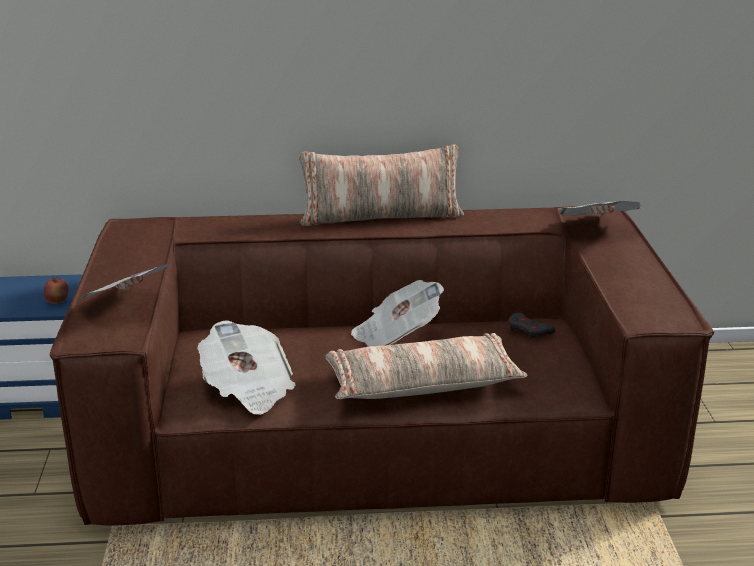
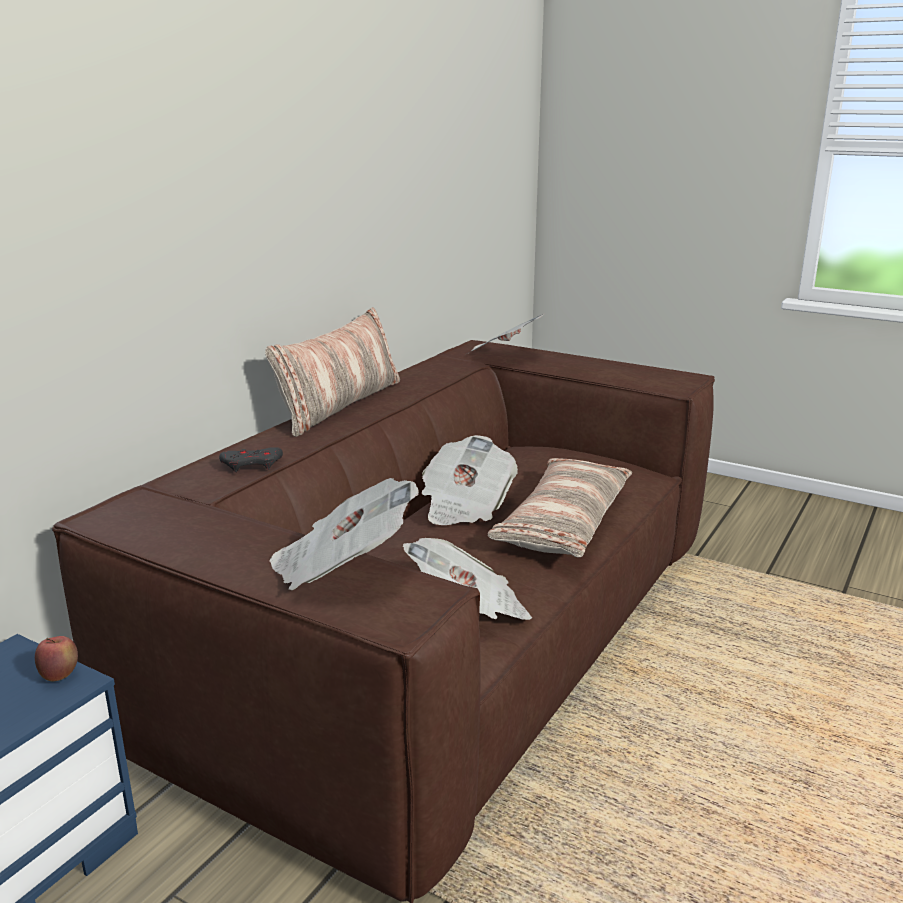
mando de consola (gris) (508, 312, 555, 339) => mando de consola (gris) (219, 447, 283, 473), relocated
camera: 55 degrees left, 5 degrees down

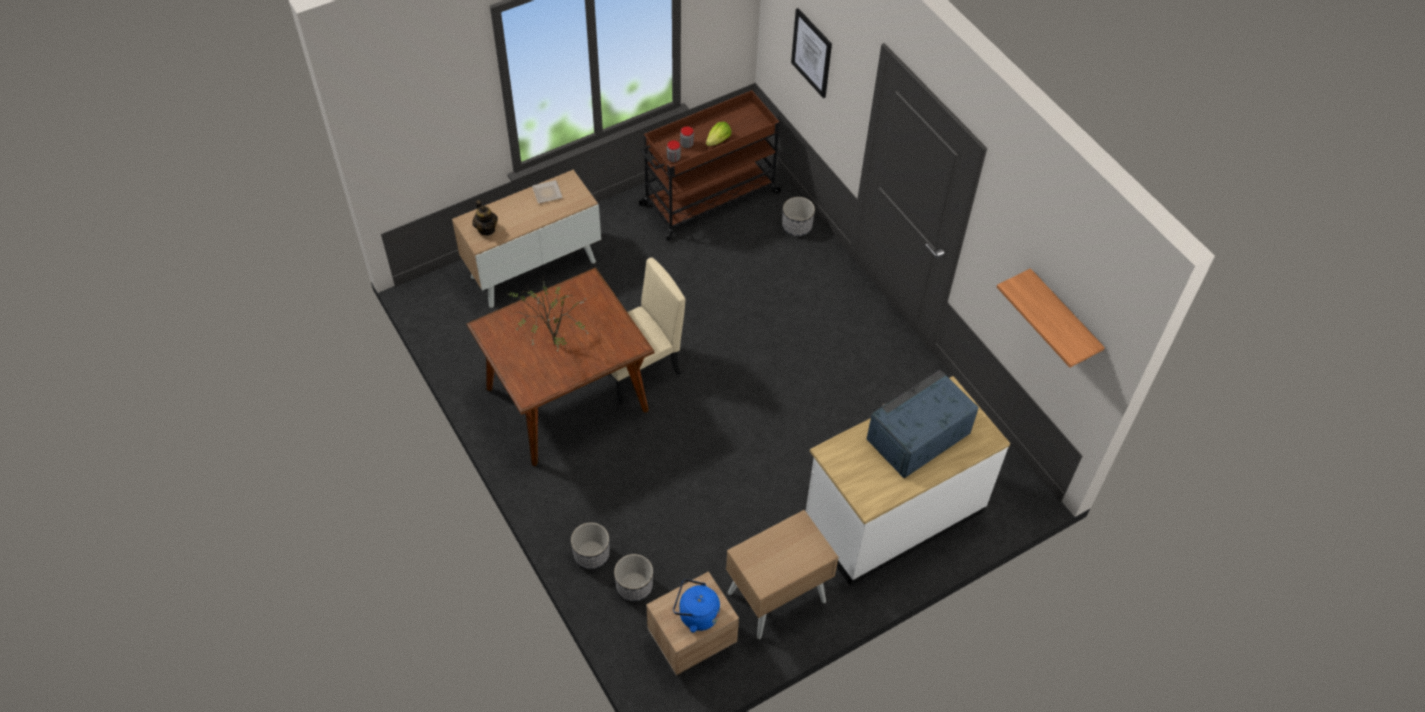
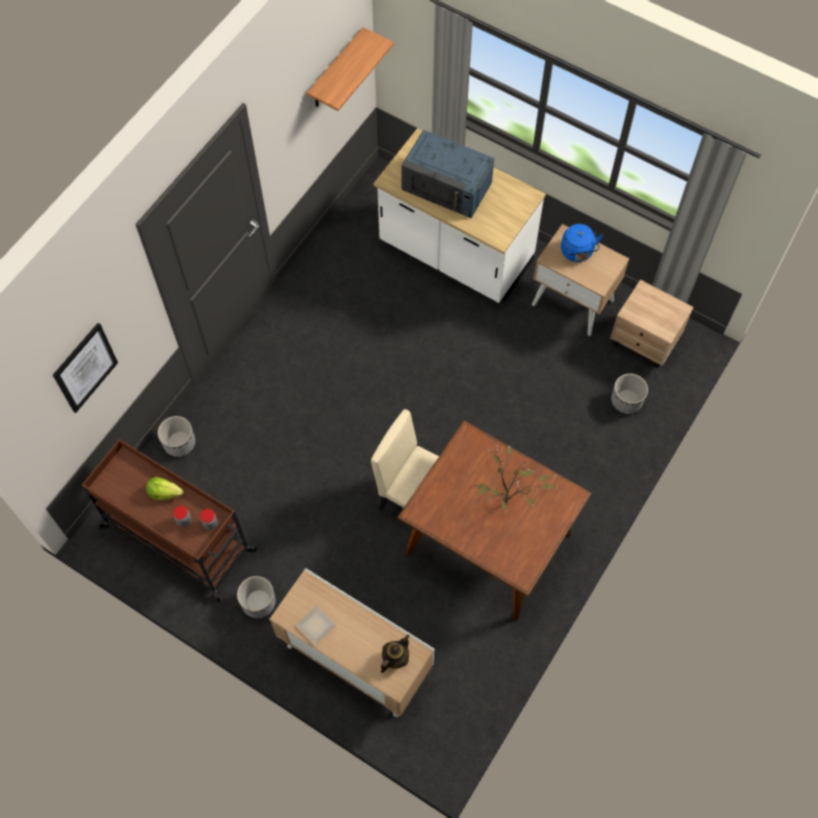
maceta (571, 522, 610, 569) => maceta (237, 576, 276, 619), relocated
hervidor (azul) (673, 579, 720, 632) => hervidor (azul) (561, 224, 603, 262), relocated
camera: 115 degrees left, 10 degrees up

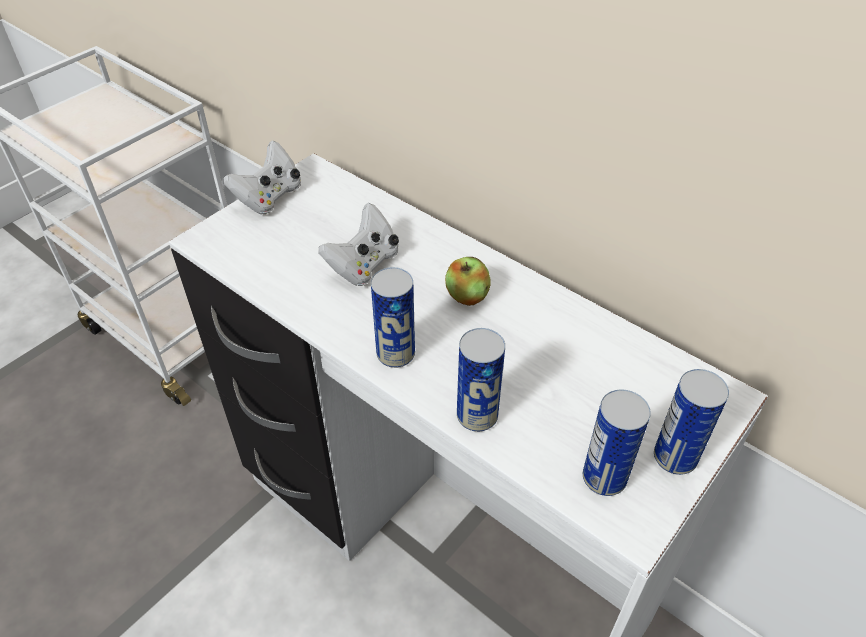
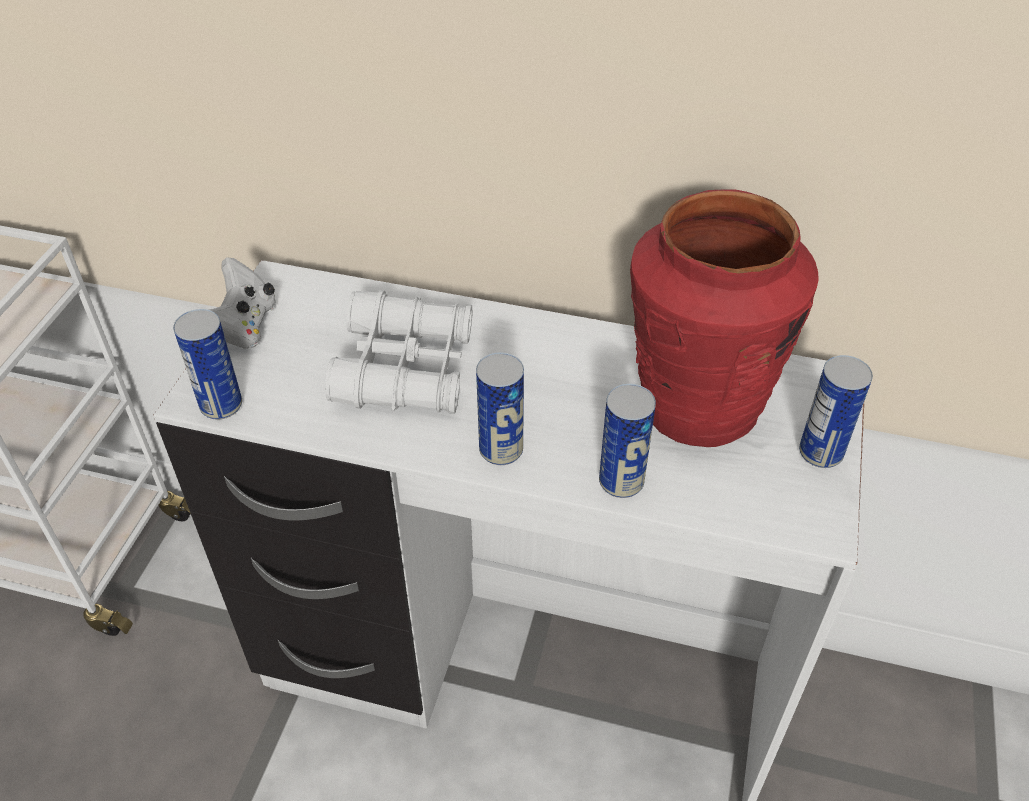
mando de consola (blanco) (319, 203, 399, 286) => prismáticos (blanco) (325, 290, 472, 414)
manzana (445, 257, 491, 306) => nothing
lata (583, 390, 651, 496) => lata (173, 309, 242, 420), relocated
nothing => florero (rojo) (630, 190, 819, 447)
camera: 25 degrees left, 0 degrees up

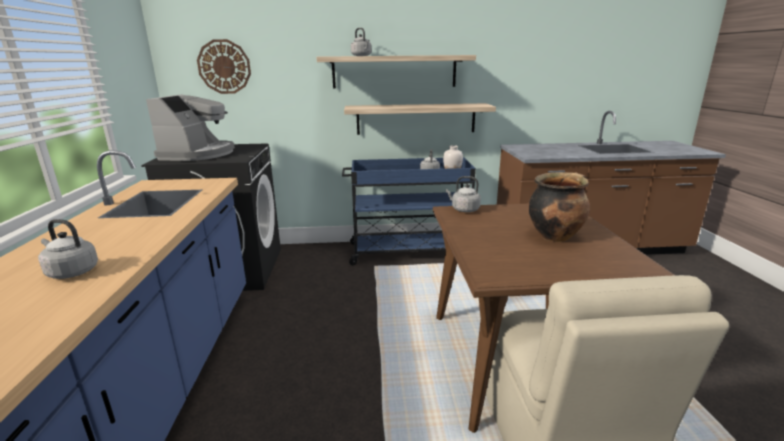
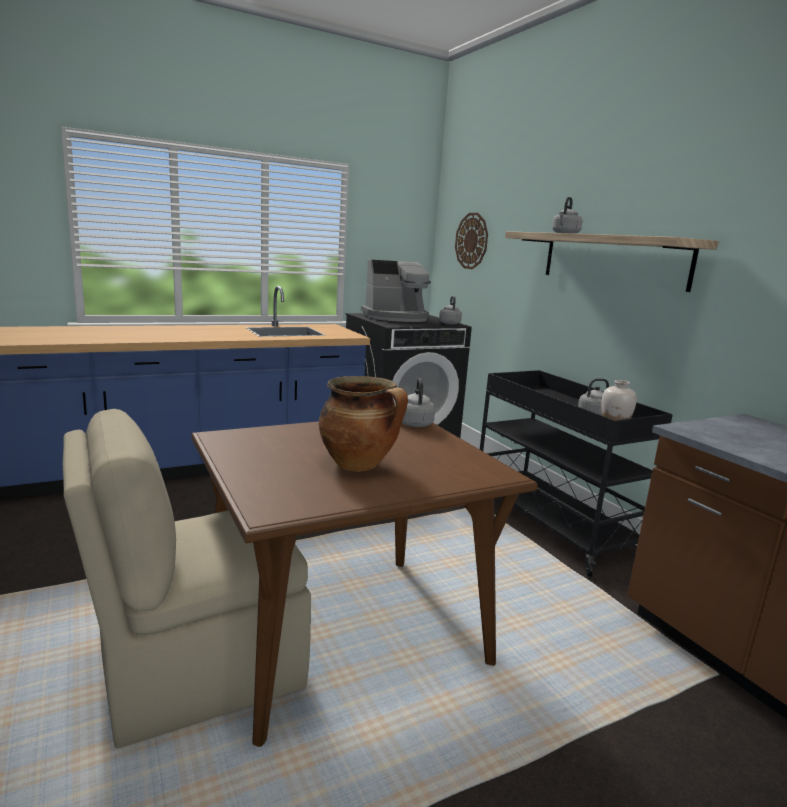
estante (344, 103, 496, 135) => nothing
carrito (azul) (342, 157, 476, 265) => carrito (negro) (480, 370, 673, 577)
hervidor (gris) (38, 219, 98, 279) => hervidor (gris) (439, 296, 462, 325), relocated
camera: 65 degrees right, 5 degrees down

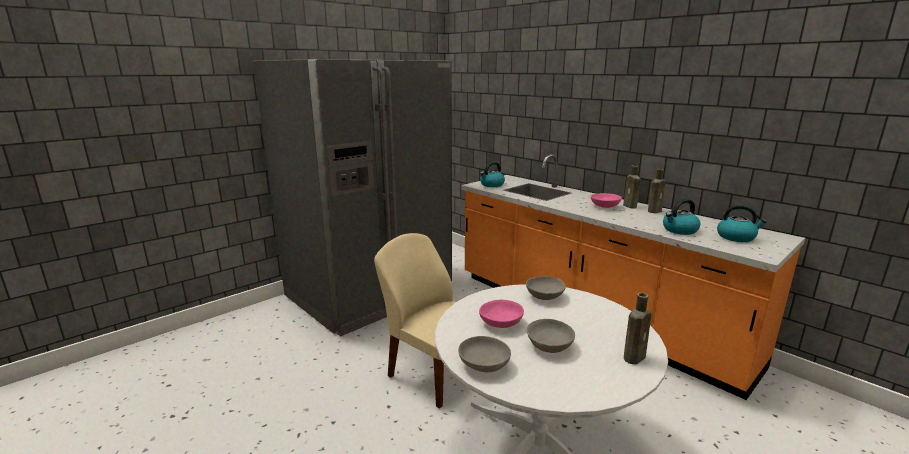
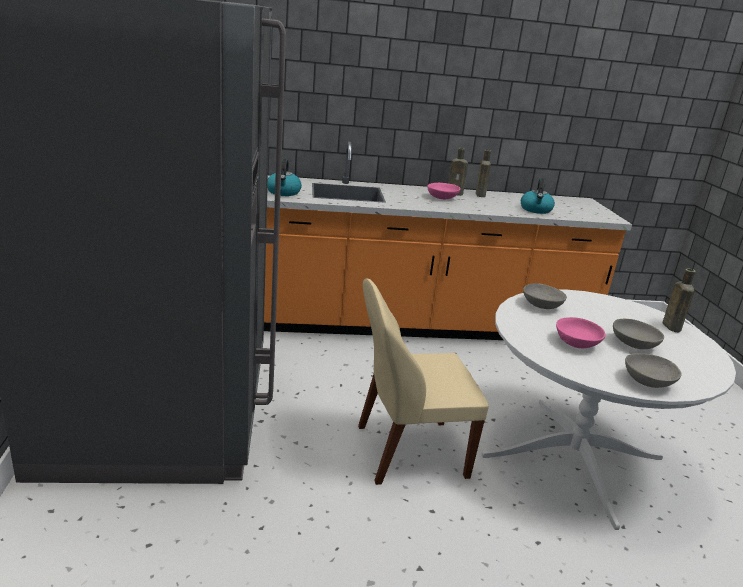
hervidor (717, 205, 767, 242) => nothing
camera: 55 degrees left, 5 degrees up

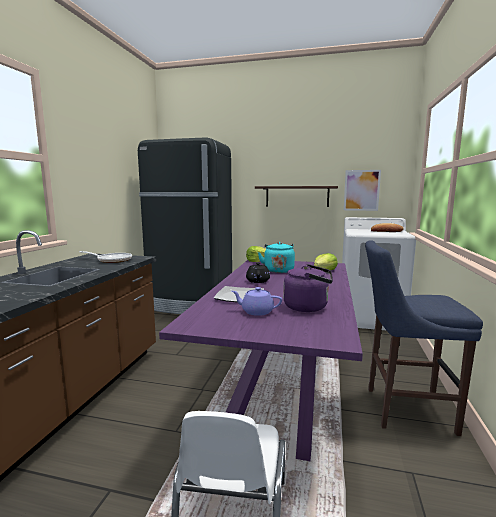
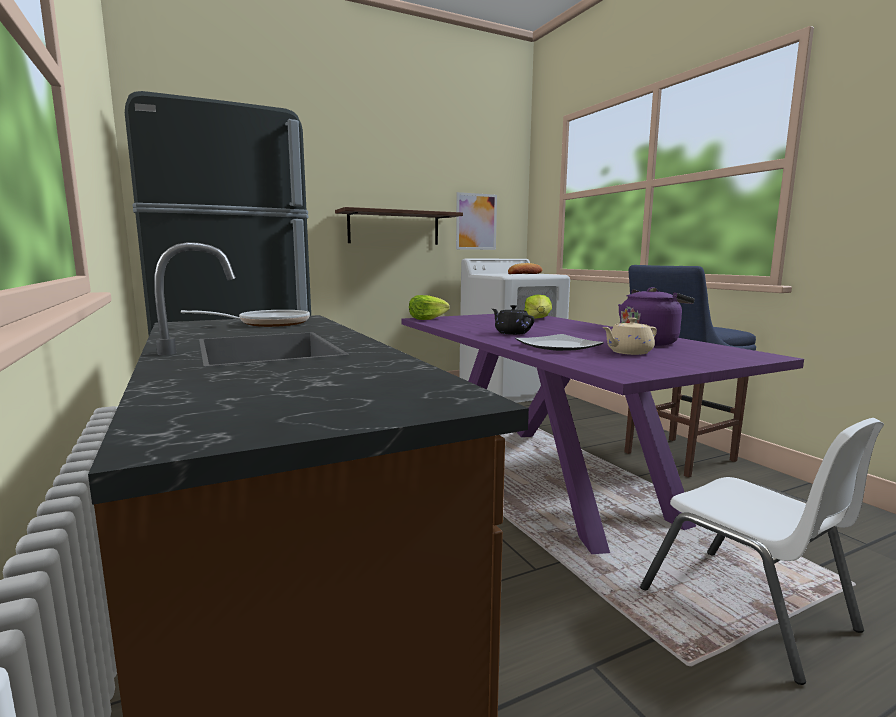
hervidor (turquesa) (258, 242, 295, 273) => nothing
tetera (morado) (232, 287, 282, 316) => tetera (beis) (602, 317, 657, 355)
camera: 40 degrees left, 0 degrees up

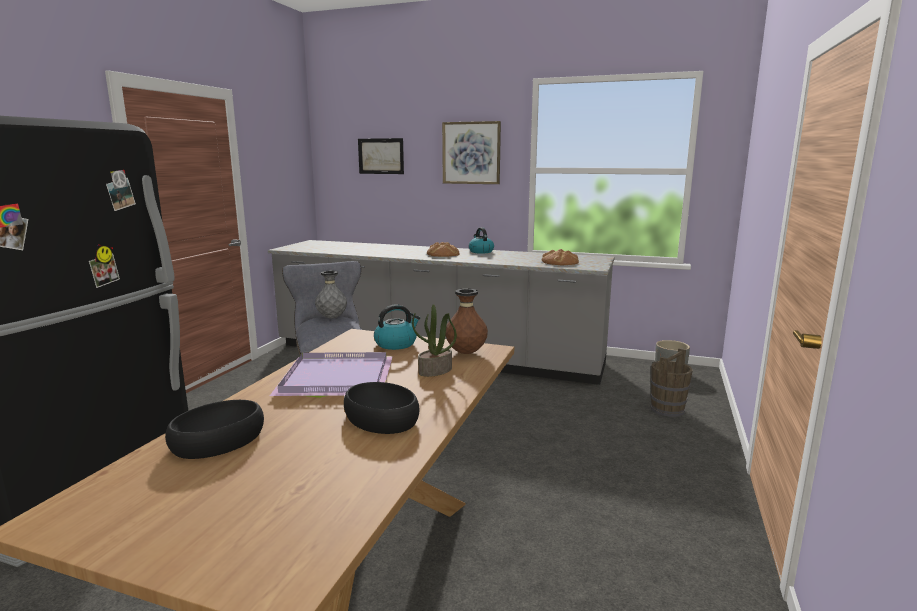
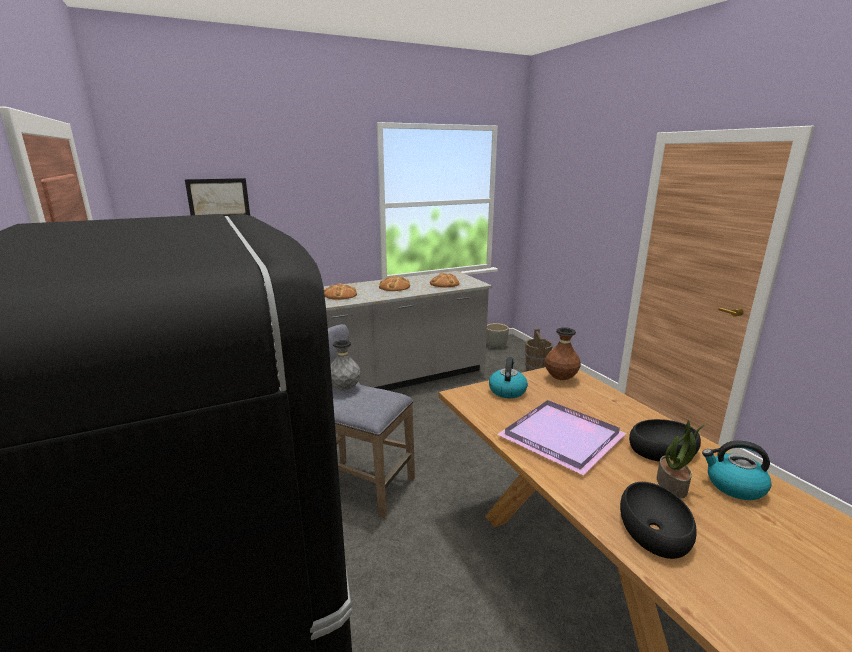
cuadro (442, 121, 501, 184) => nothing
hervidor (469, 227, 494, 254) => hervidor (702, 440, 771, 500), relocated
planta en maceta (412, 304, 457, 377) => planta en maceta (657, 420, 706, 498), relocated
nothing => pan (379, 275, 410, 291)
camera: 45 degrees left, 5 degrees up

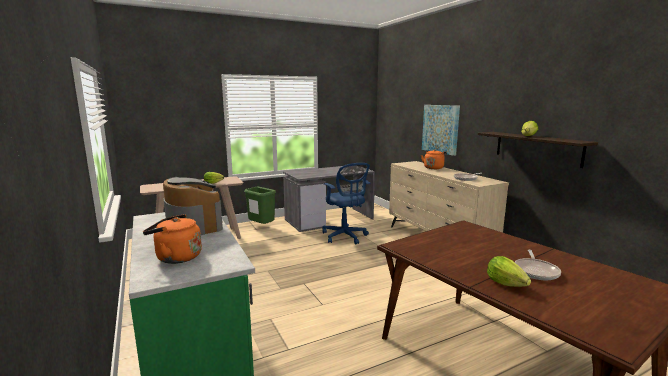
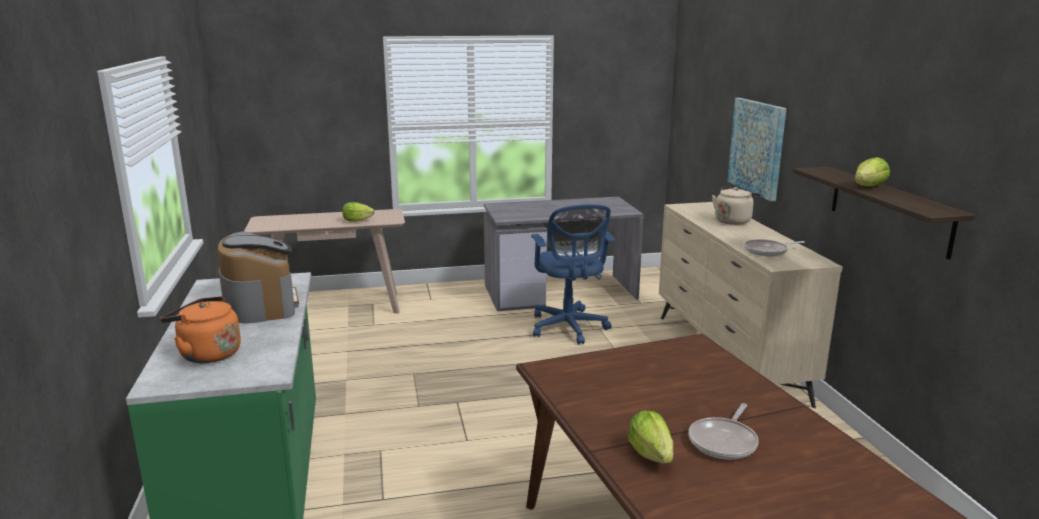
hervidor (naranja) (421, 150, 447, 169) => hervidor (beis) (712, 187, 761, 225)
papelera (verde) (244, 187, 276, 224) => nothing
camera: 15 degrees right, 5 degrees up

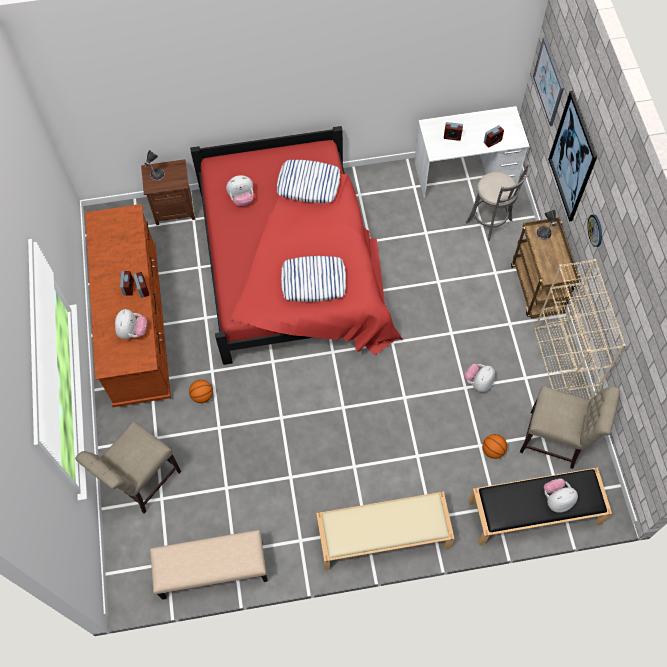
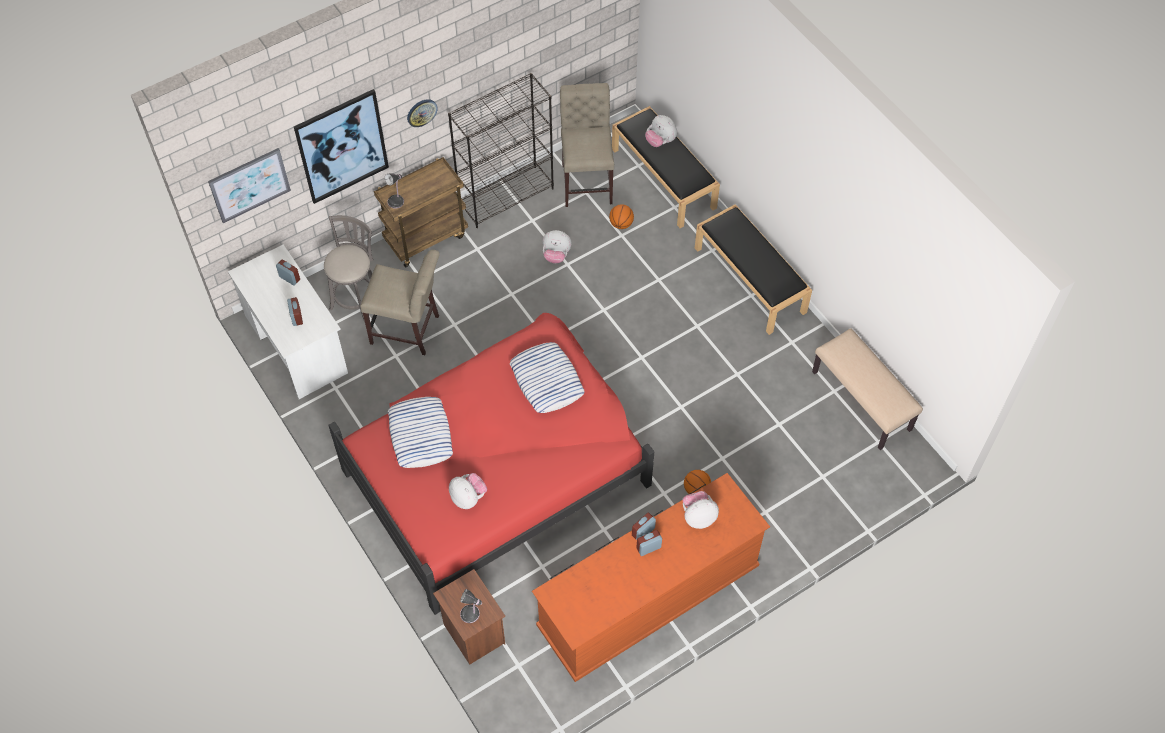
estantería (beis) (533, 259, 626, 401) => estantería (negro) (448, 73, 554, 228)
silla (beis) (75, 421, 181, 514) => silla (beis) (360, 250, 440, 355), relocated
banco (beis) (316, 491, 455, 571) => banco (negro) (695, 204, 812, 335)
camera: 115 degrees left, 5 degrees down

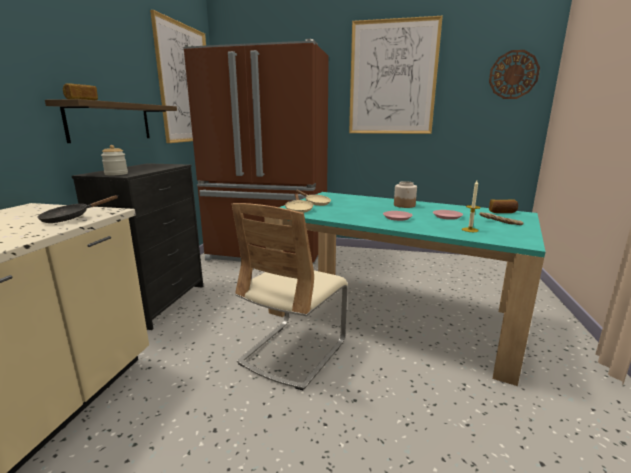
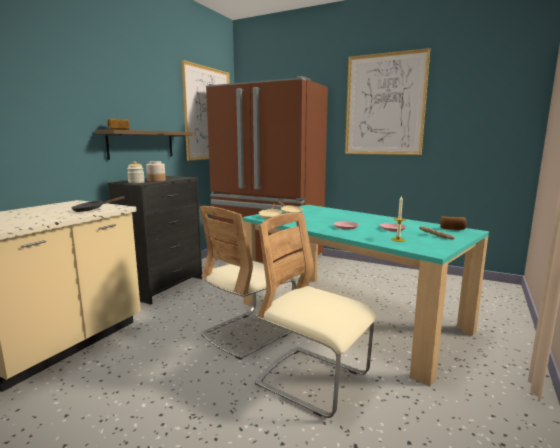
reloj de pared (489, 50, 540, 99) => nothing
tarro (394, 181, 417, 208) => tarro (146, 161, 166, 182), relocated
nothing => silla (beis) (255, 213, 376, 418)
camera: 15 degrees right, 5 degrees down

